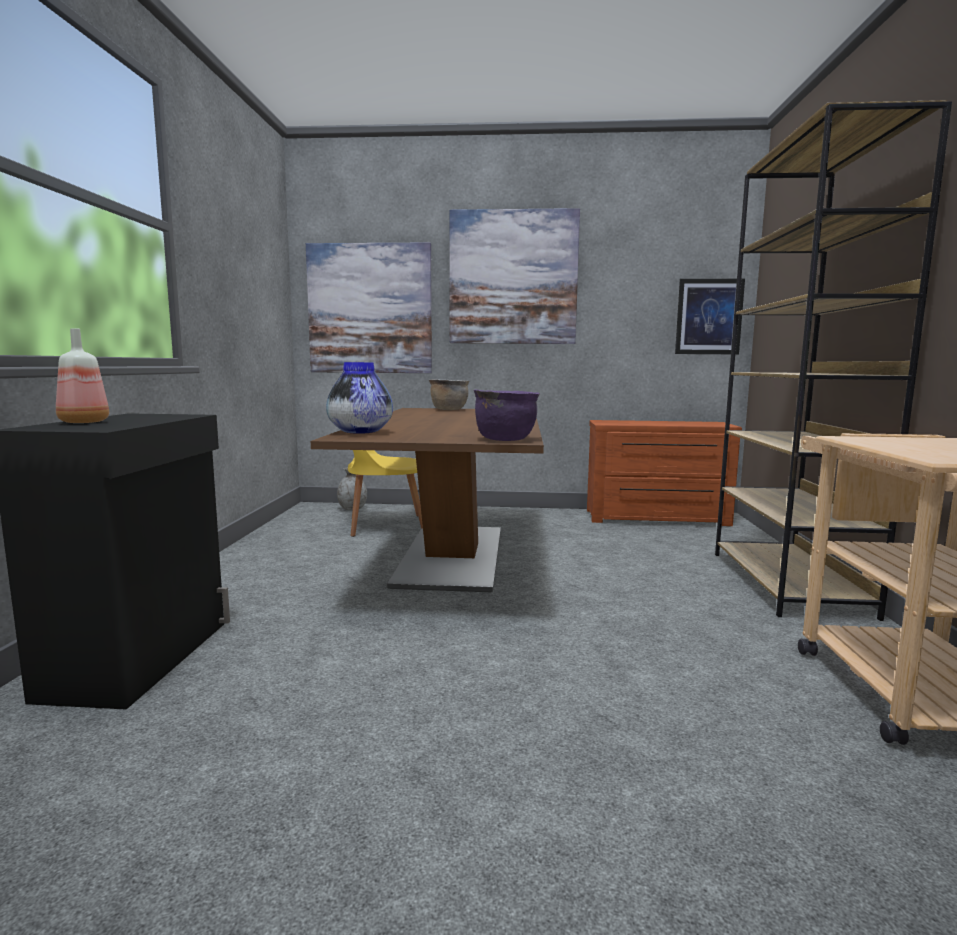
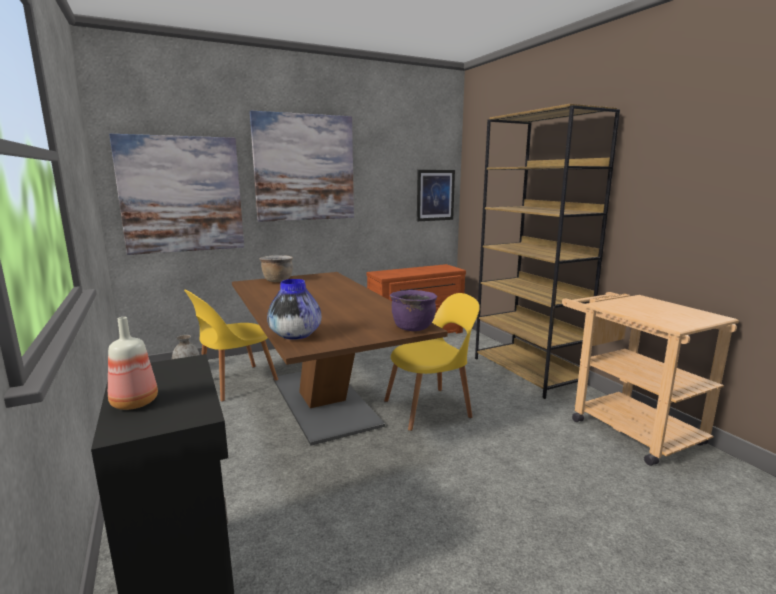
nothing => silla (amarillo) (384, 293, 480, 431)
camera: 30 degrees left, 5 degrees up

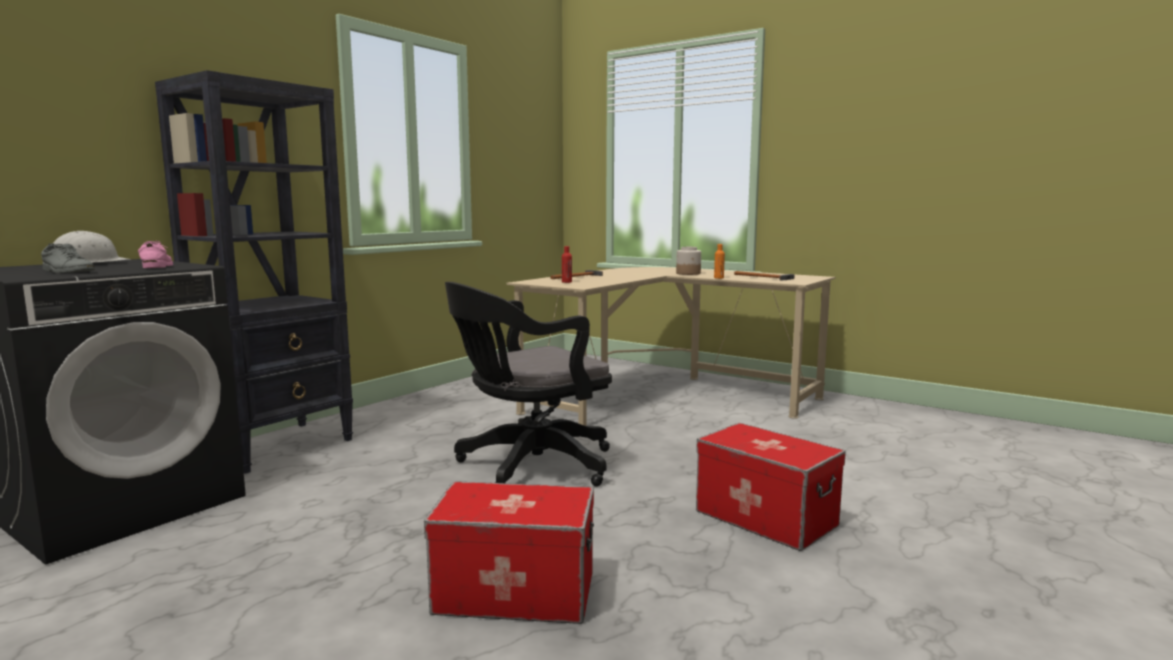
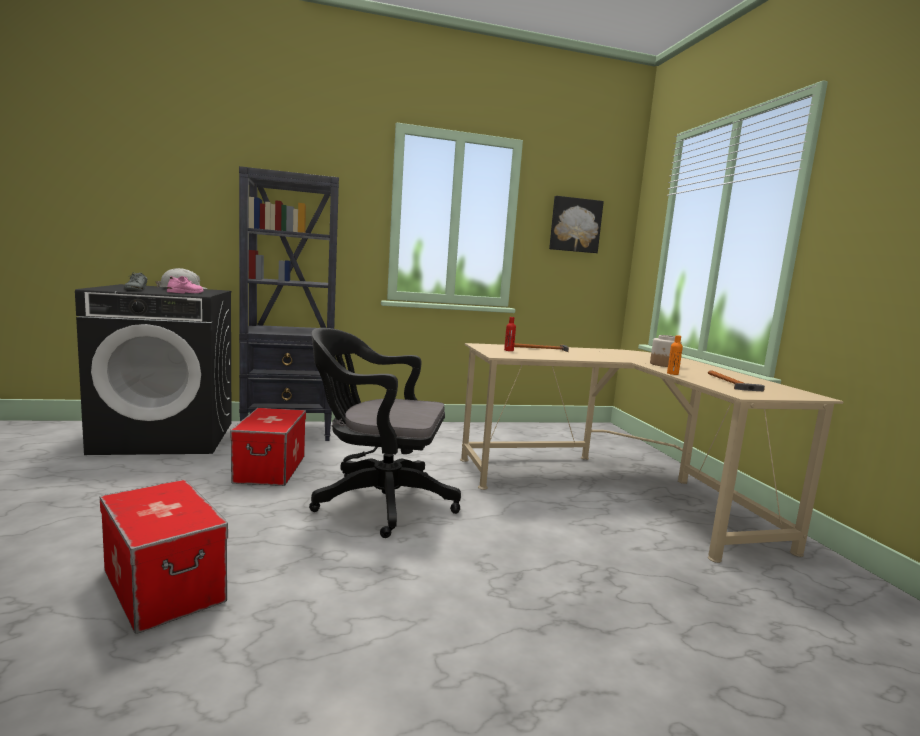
caja de almacenaje (696, 423, 846, 551) => caja de almacenaje (230, 408, 306, 486), relocated
nothing => cuadro (549, 196, 604, 253)
camera: 40 degrees right, 0 degrees up

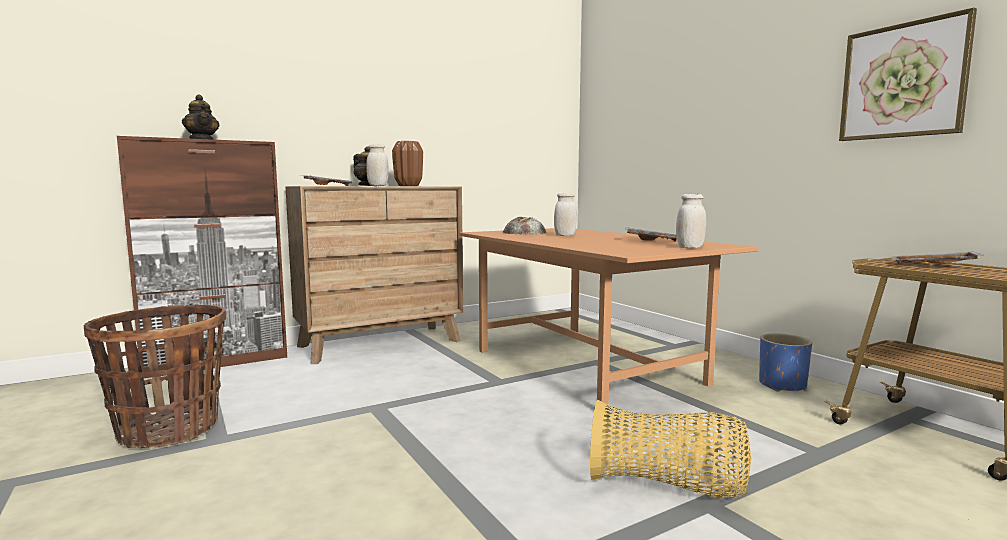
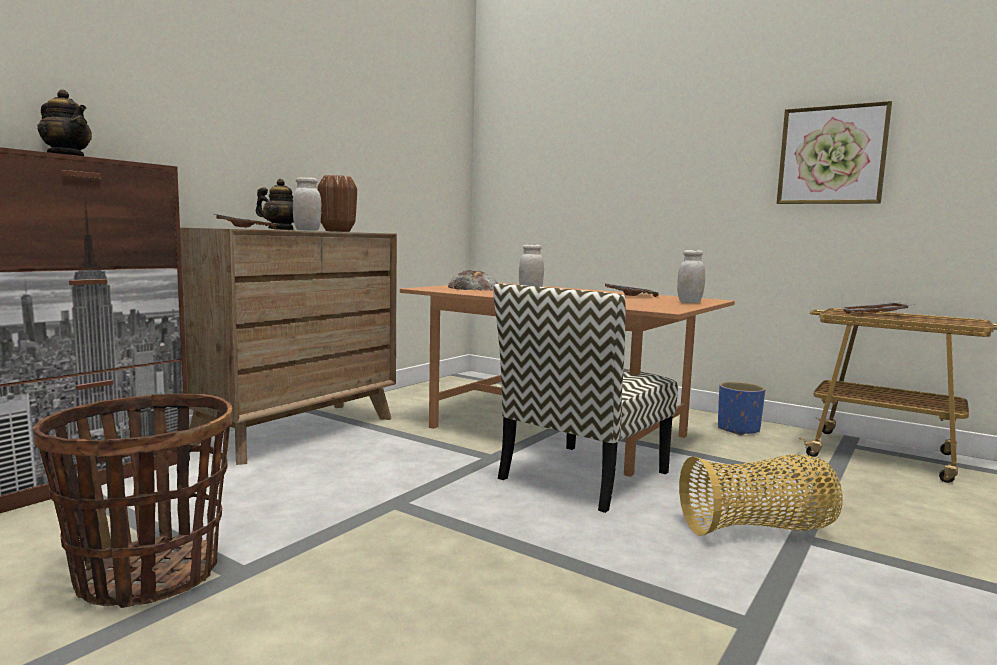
nothing => silla (493, 284, 678, 513)
camera: 25 degrees left, 0 degrees up

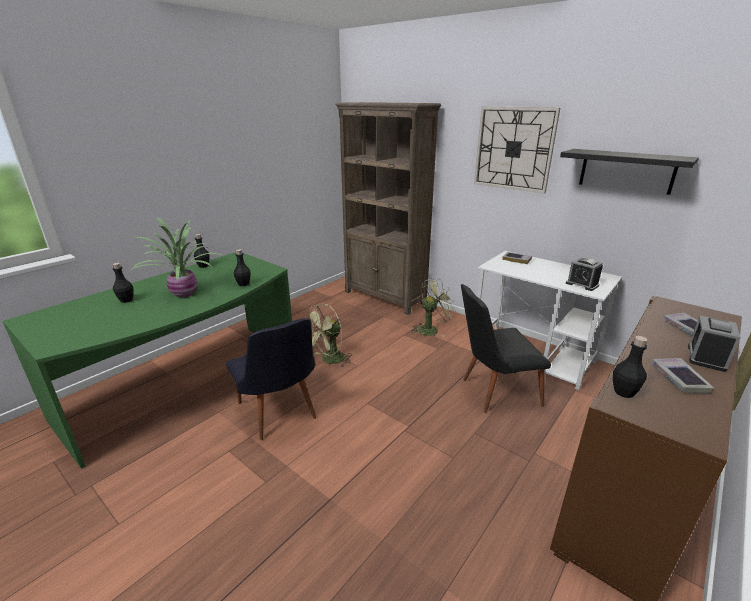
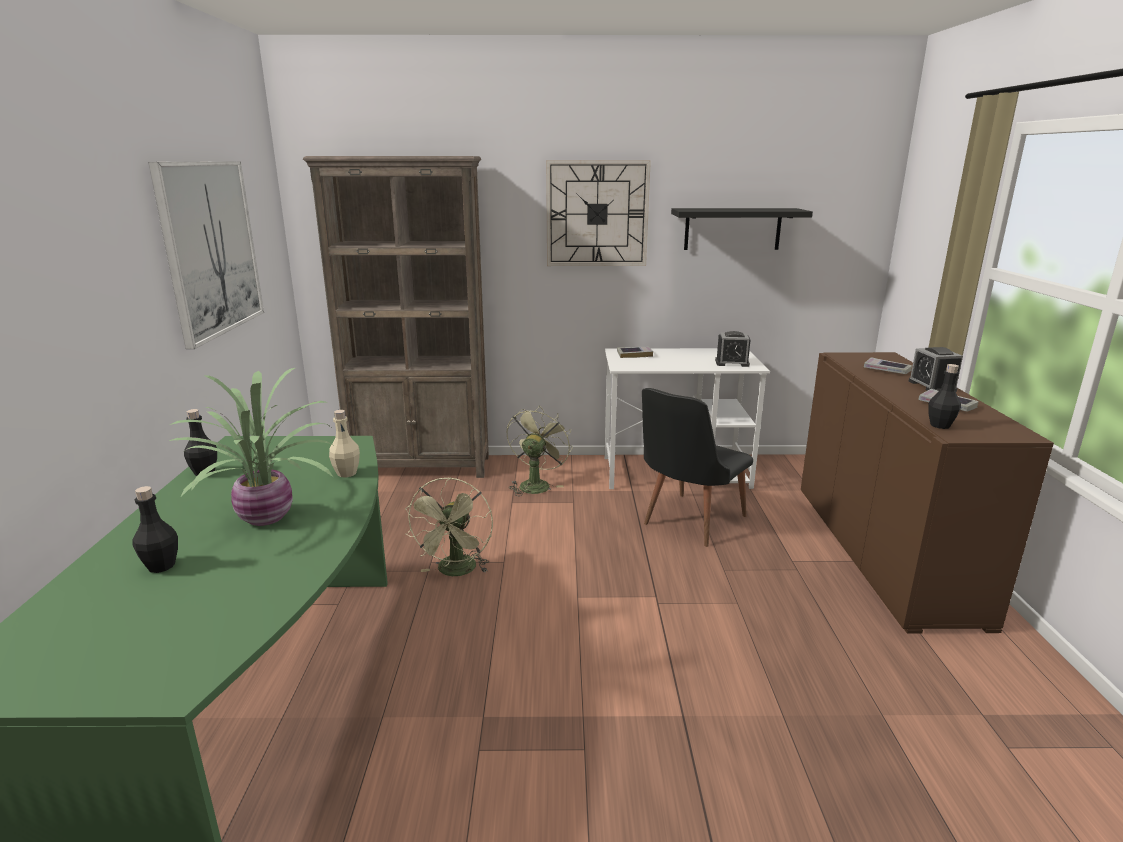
botella (negro) (234, 249, 250, 286) => botella (beis) (329, 410, 360, 477)
silla (negro) (226, 318, 316, 440) => nothing
nothing => cuadro (148, 161, 264, 349)
camera: 40 degrees left, 5 degrees down

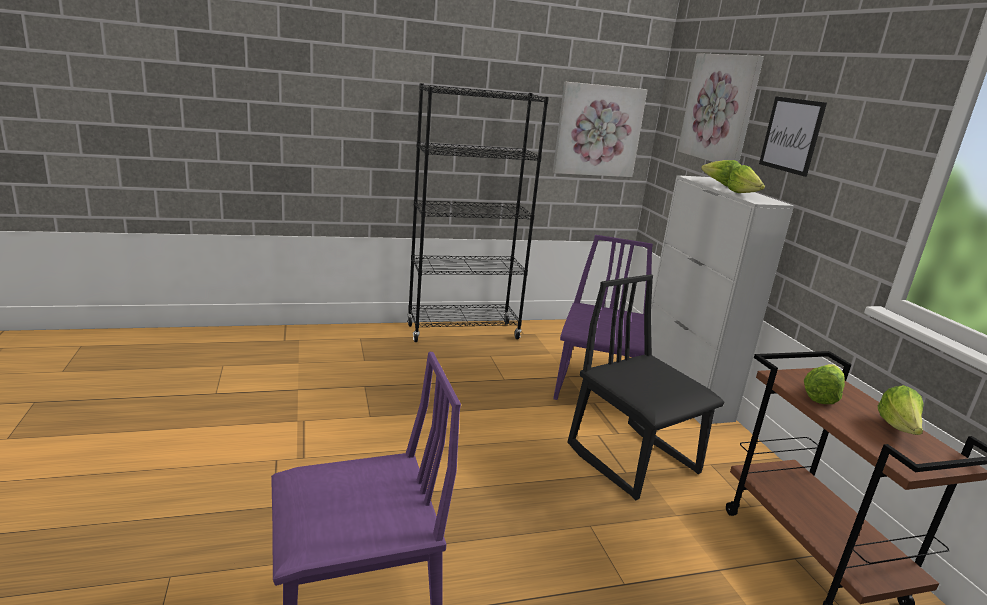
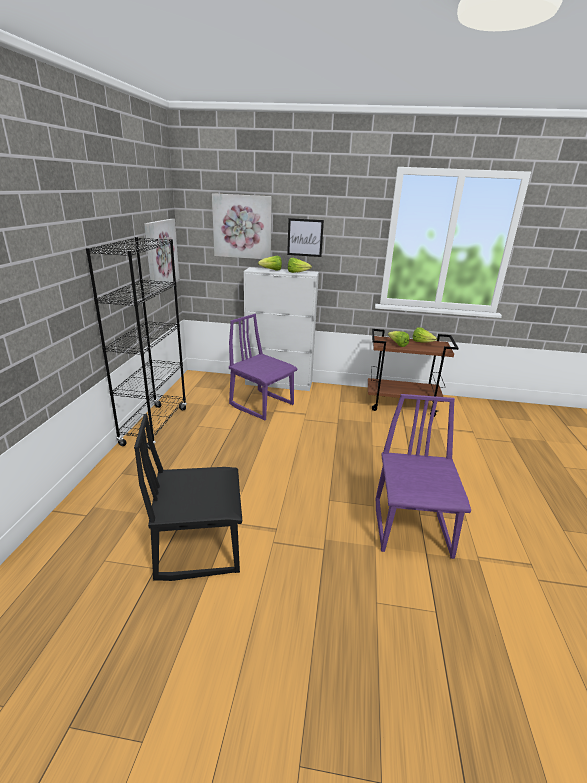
silla (negro) (567, 274, 725, 500) => silla (negro) (134, 414, 242, 581), relocated
camera: 65 degrees left, 5 degrees up

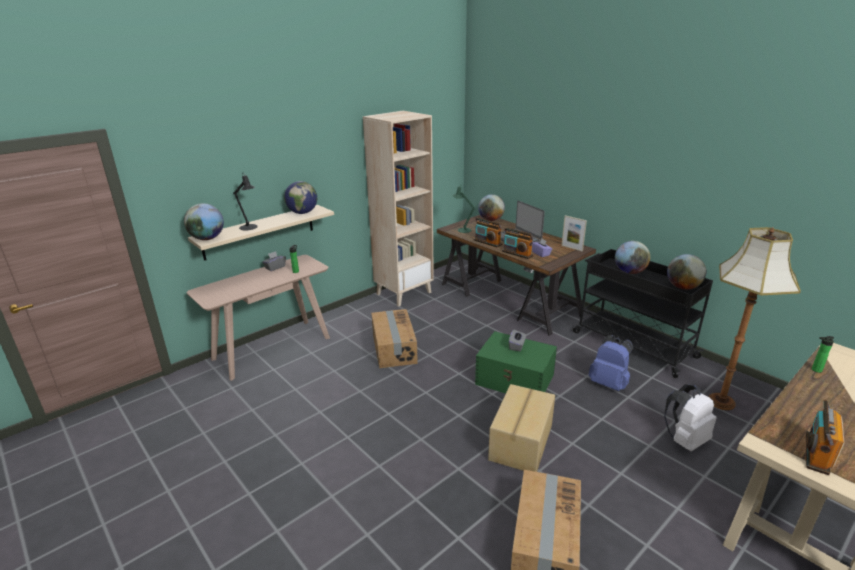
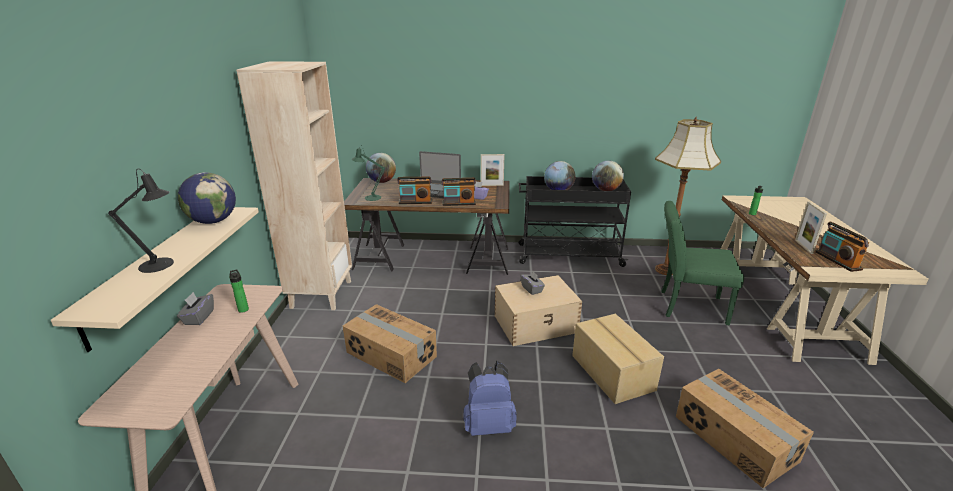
globo terráqueo (184, 203, 224, 240) => nothing
caja de almacenaje (verde) (475, 331, 557, 393) => caja de almacenaje (beis) (495, 275, 582, 346)
mochila (azul) (589, 335, 633, 391) => mochila (azul) (463, 360, 517, 436), relocated
mochila (blanco) (664, 384, 716, 451) => silla (verde) (661, 201, 744, 325)
nothing => portarretratos (795, 202, 827, 254)
camera: 45 degrees left, 0 degrees up

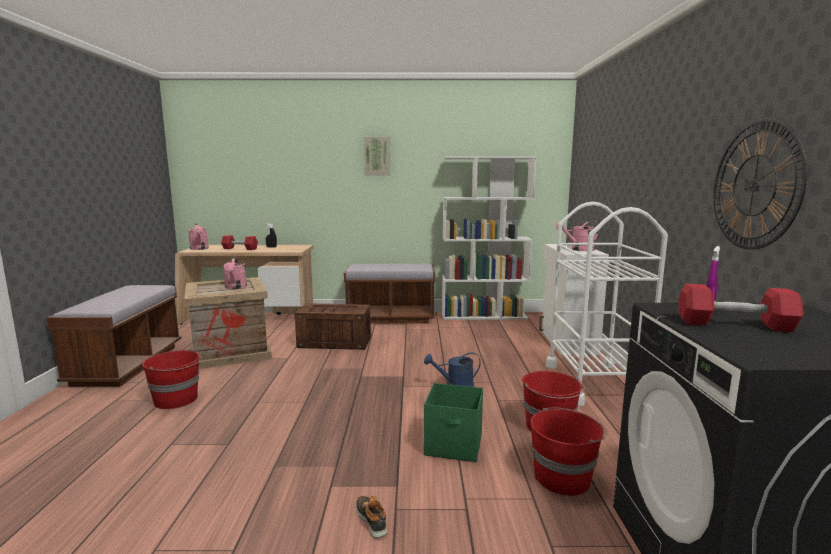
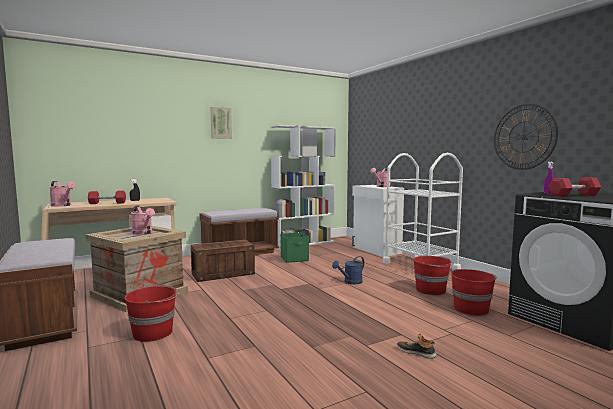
caja de almacenaje (verde) (424, 383, 483, 462) => caja de almacenaje (verde) (281, 232, 309, 263), relocated
camera: 30 degrees left, 5 degrees down

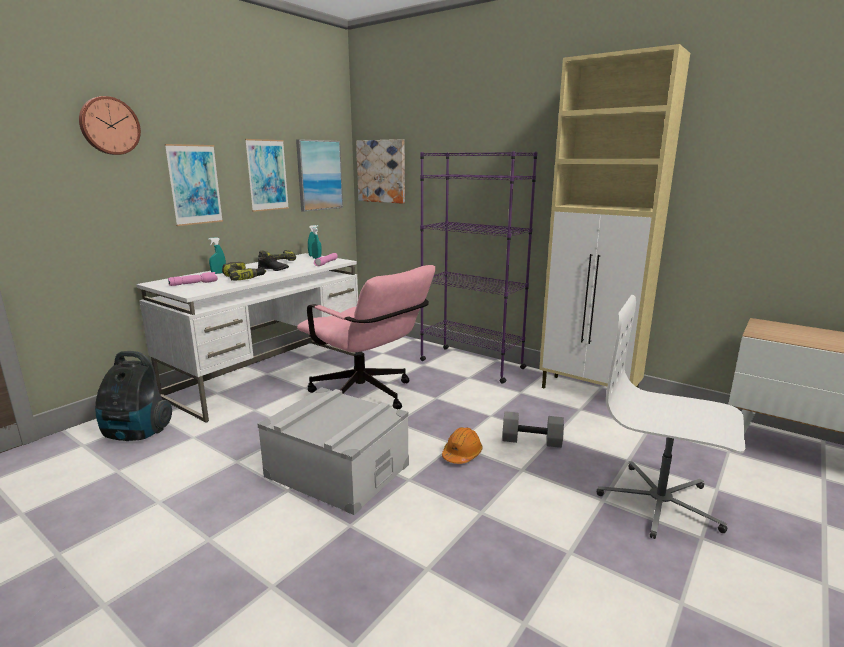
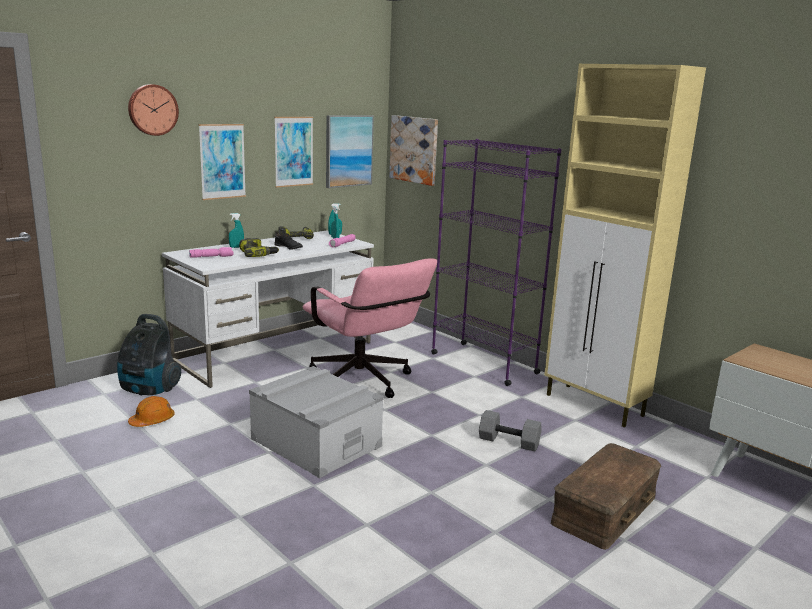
silla de oficina (blanco) (597, 295, 745, 539) => caja de almacenaje (marrón) (551, 443, 661, 550)
casco (naranja) (442, 427, 483, 464) => casco (naranja) (128, 396, 175, 427), relocated
camera: 10 degrees right, 0 degrees up

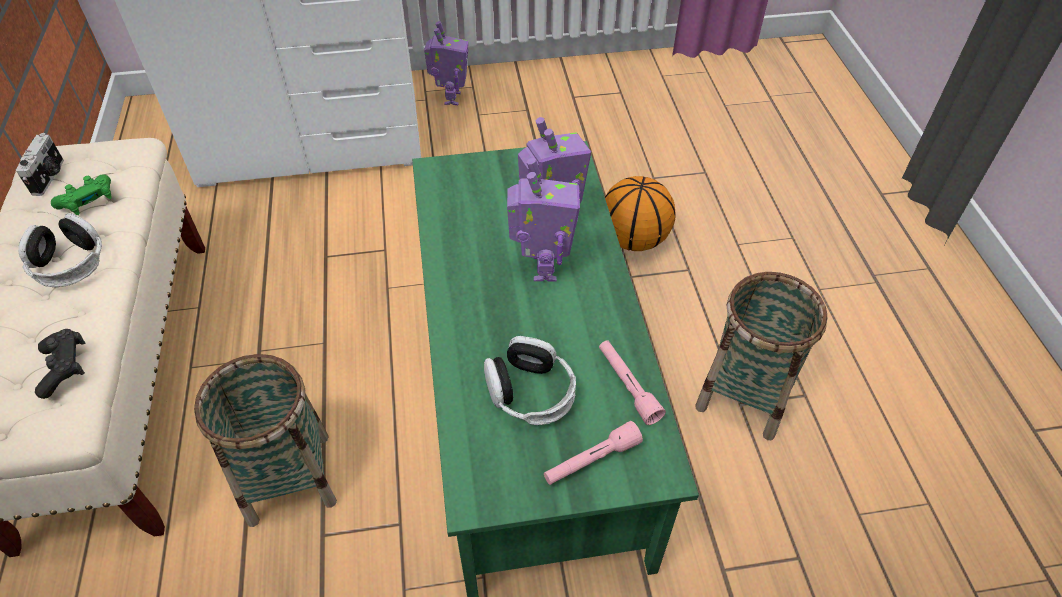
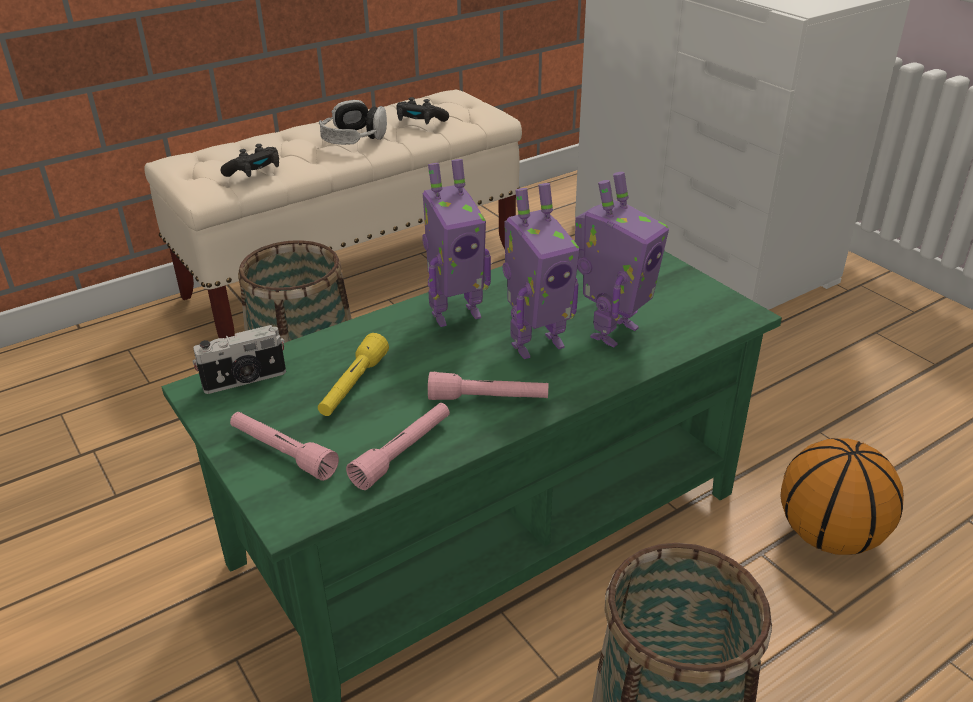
robot de juguete (424, 21, 468, 105) => robot de juguete (422, 159, 491, 327), relocated
cámara (16, 133, 64, 196) => cámara (193, 325, 286, 394), relocated
mando de consola (verde) (51, 174, 112, 215) => mando de consola (negro) (396, 97, 449, 124)
auriculares (484, 336, 576, 425) => linterna (amarillo) (318, 333, 389, 416)
nothing => linterna (rosa) (428, 372, 549, 400)
camera: 65 degrees right, 15 degrees down

